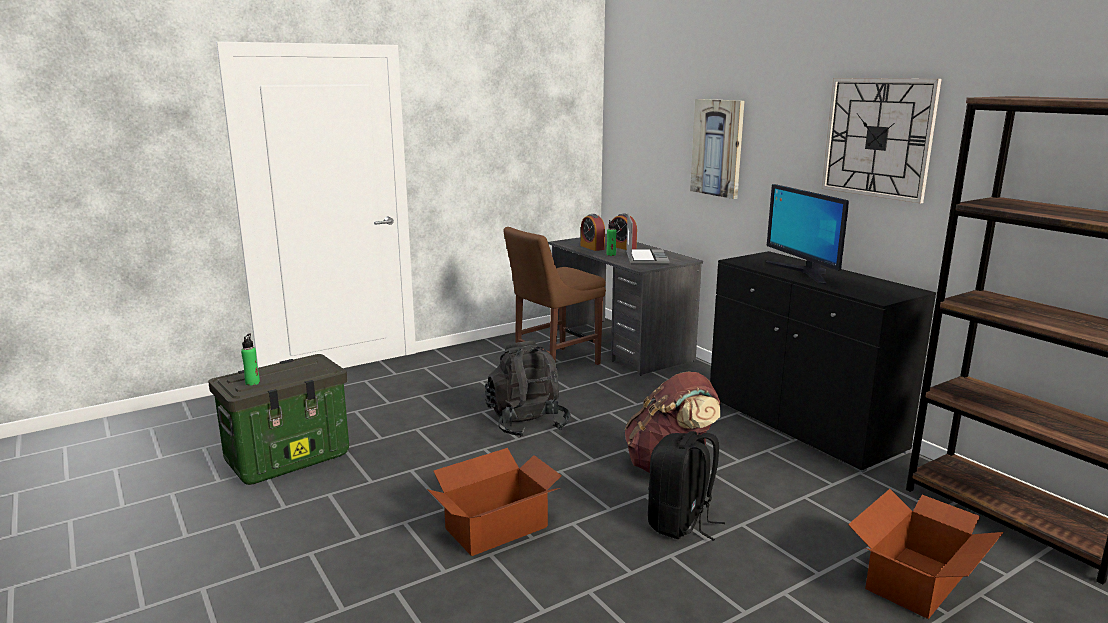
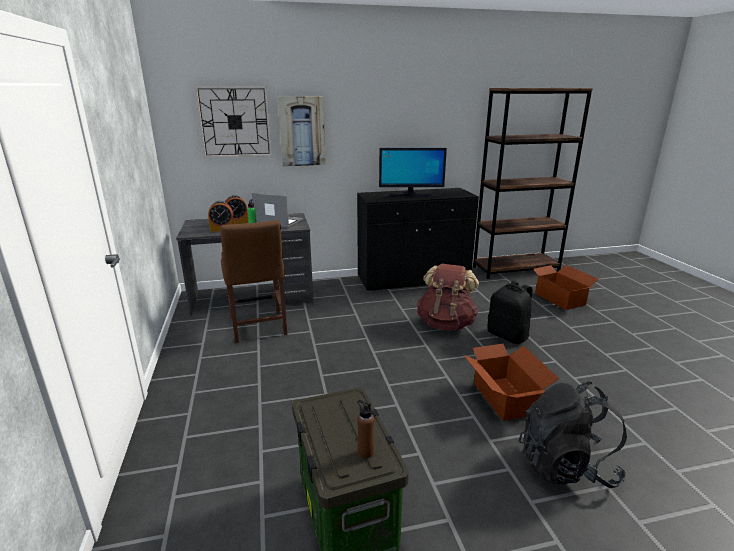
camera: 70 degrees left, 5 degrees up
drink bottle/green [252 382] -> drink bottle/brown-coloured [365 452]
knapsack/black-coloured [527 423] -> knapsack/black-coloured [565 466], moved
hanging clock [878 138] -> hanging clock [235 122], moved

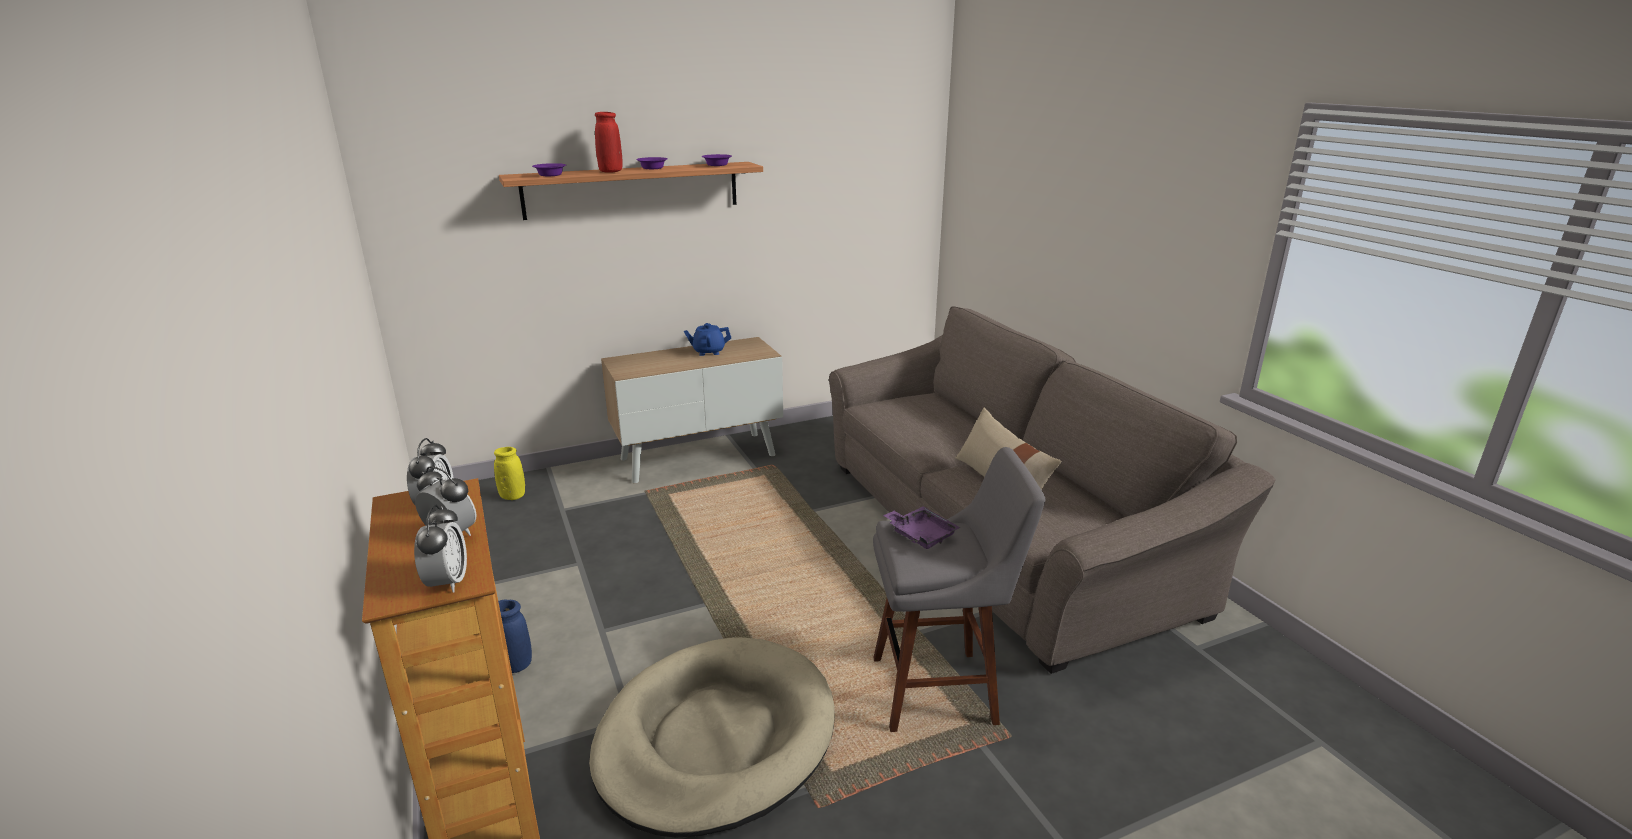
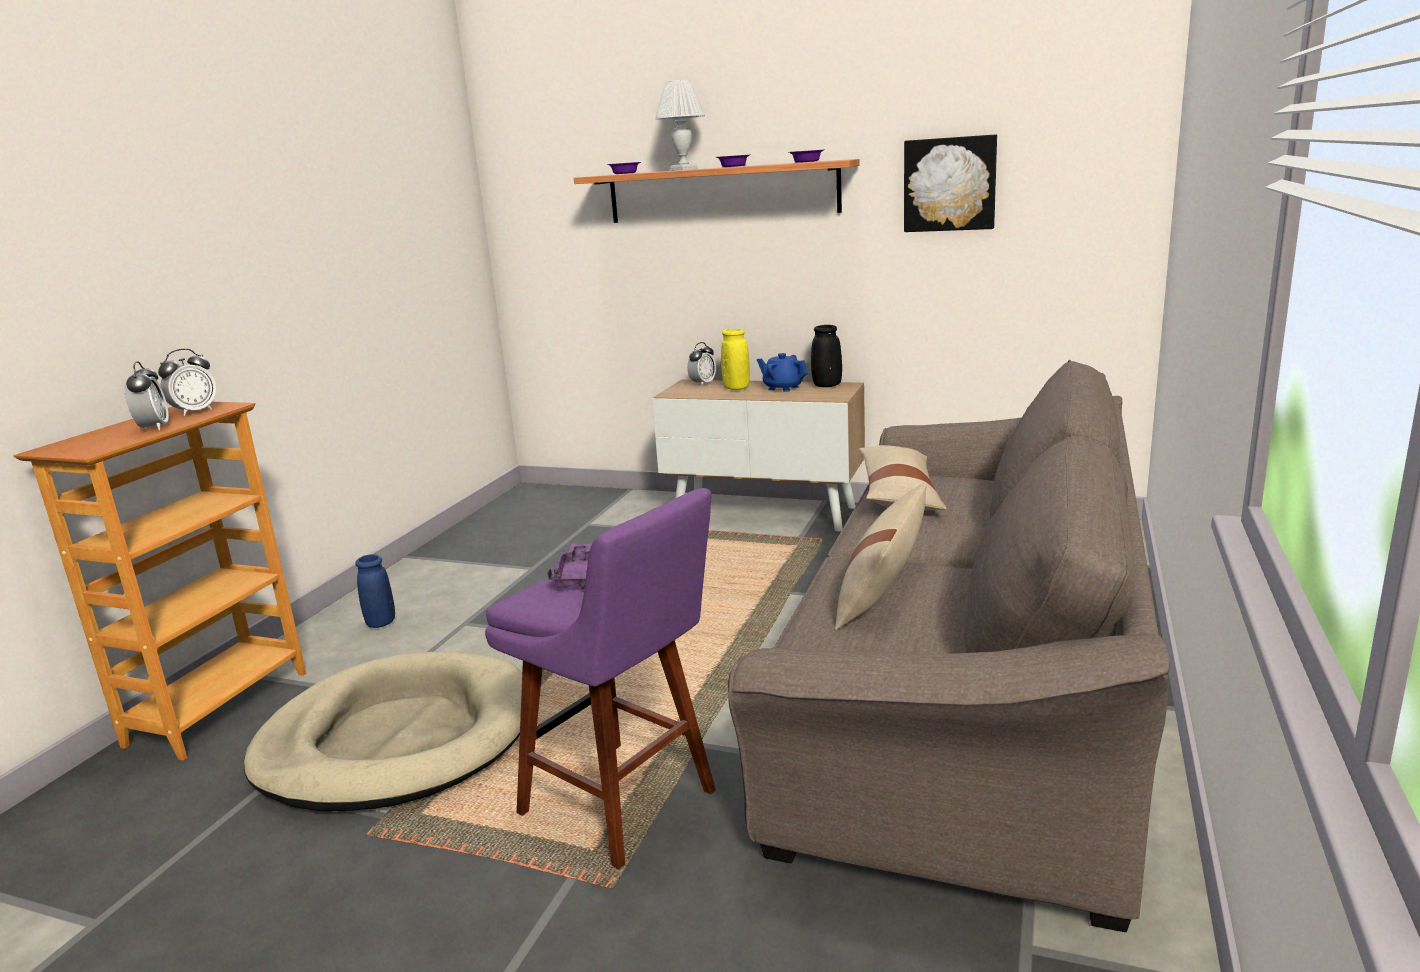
camera: 45 degrees right, 5 degrees down
bedside clock [447 582] -> bedside clock [702 384], moved
vase/yellow [513 496] -> vase/yellow [736 388], moved
vase/red-coloured [611 171] -> lamp for a table/white [684 169]
sitting stool/greyish [941 690] -> sitting stool/purple [624 806]
none -> vase/black-coloured [827 385]
none -> throw pillow/beige [899 494]
none -> picture [949 184]

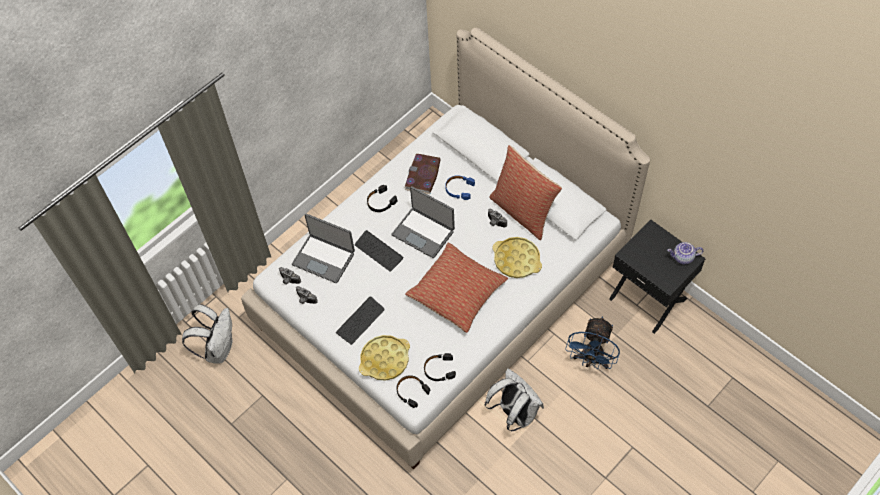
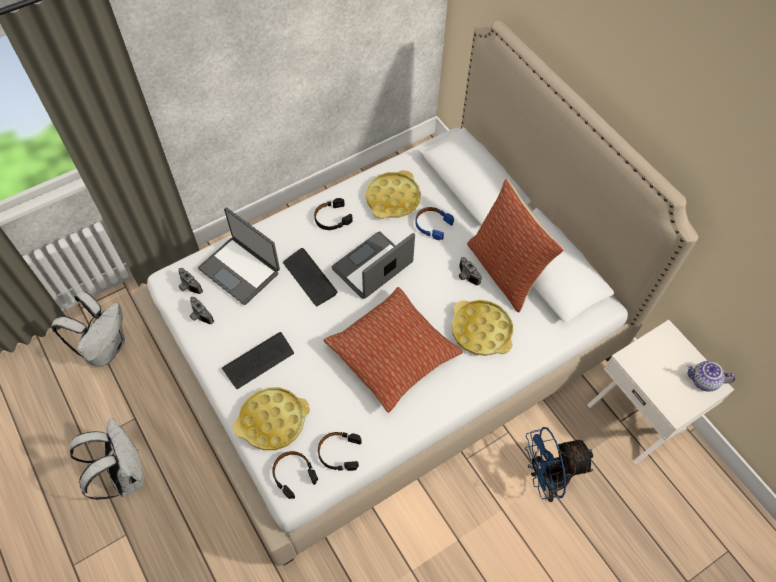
camera: 10 degrees right, 0 degrees up
portable computer [423 232] -> portable computer [373 267], 90 degrees clockwise
volume [423 175] -> carrying tray/yellow [393 198]
knapsack/white [514 413] -> knapsack/white [125 474], moved
fan/blue-coloured [591 360] -> fan/blue-coloured [547 478], 45 degrees clockwise
bedside table/black-coloured [648 298] -> bedside table/white [637 416]

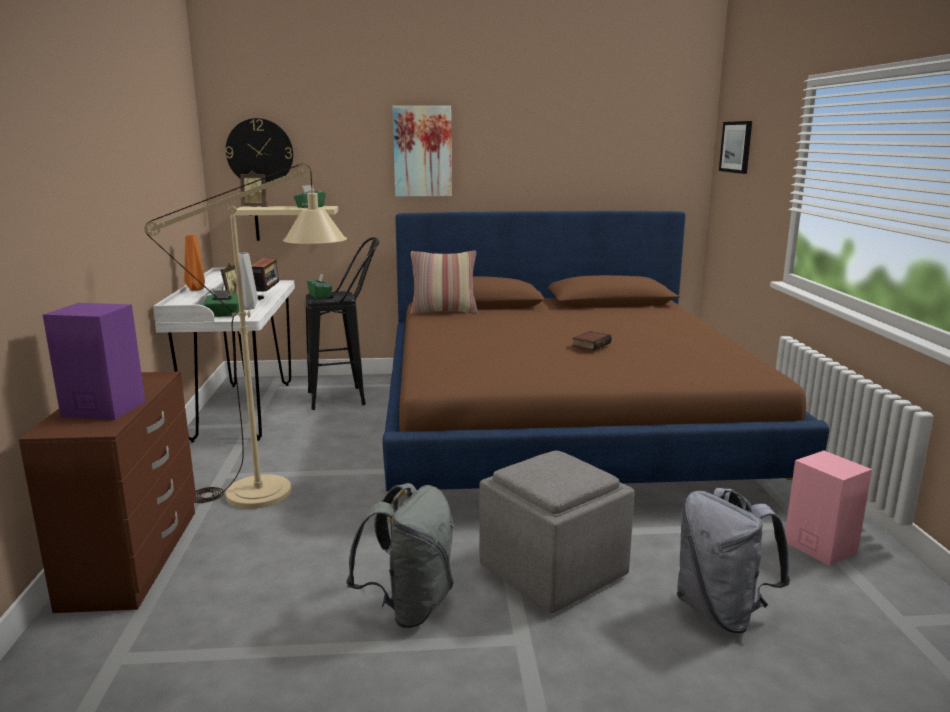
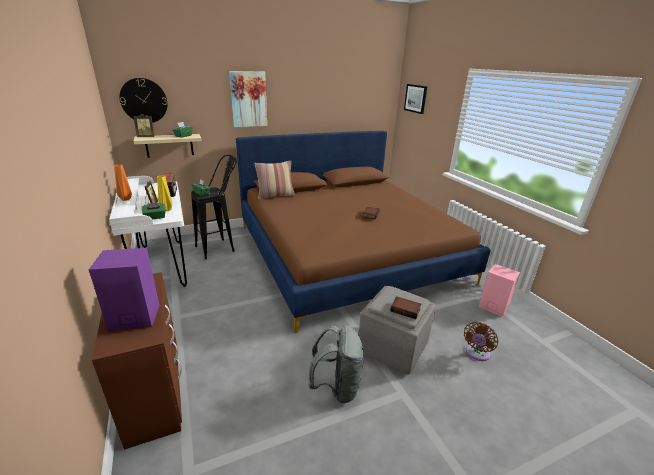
camera: 20 degrees left, 10 degrees up
floor lamp/beige [278 492] -> none
vase/greyish [248 308] -> vase/yellow [167 210]
knapsack/greyish [721 612] -> fan/brown-coloured [476 354]
none -> volume [406 309]

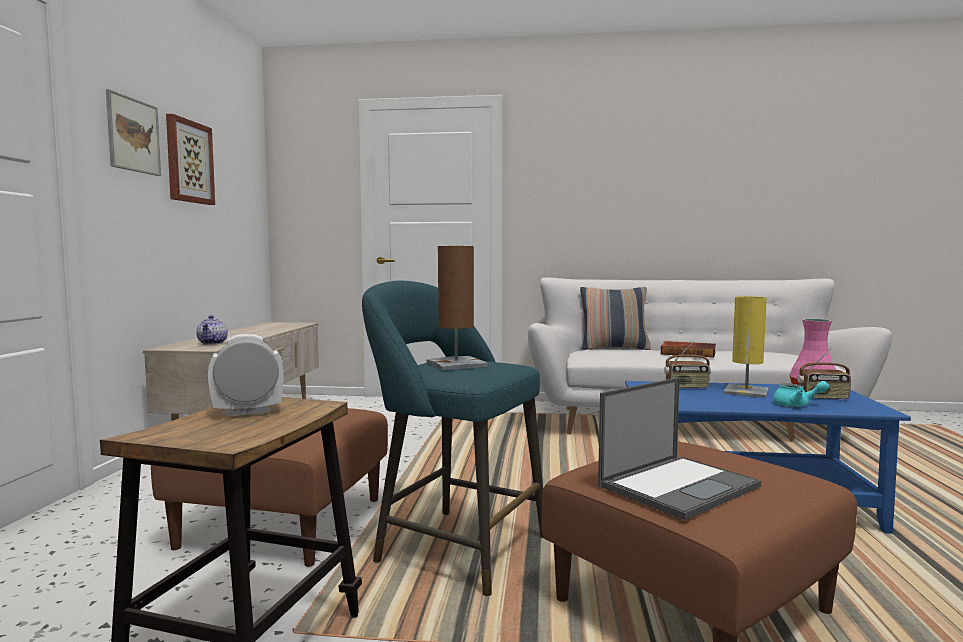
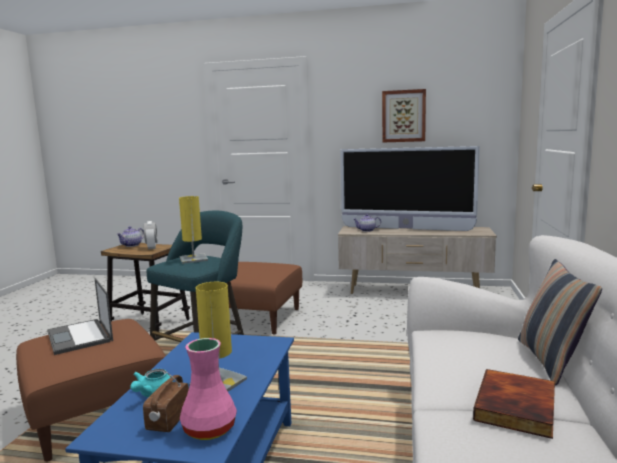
camera: 95 degrees right, 5 degrees up
picture [133 135] -> none
lamp for a table/brown-coloured [456 364] -> lamp for a table/yellow [193 259]
radio receiver [687 387] -> none
none -> teapot [132 245]
none -> TV [406 228]

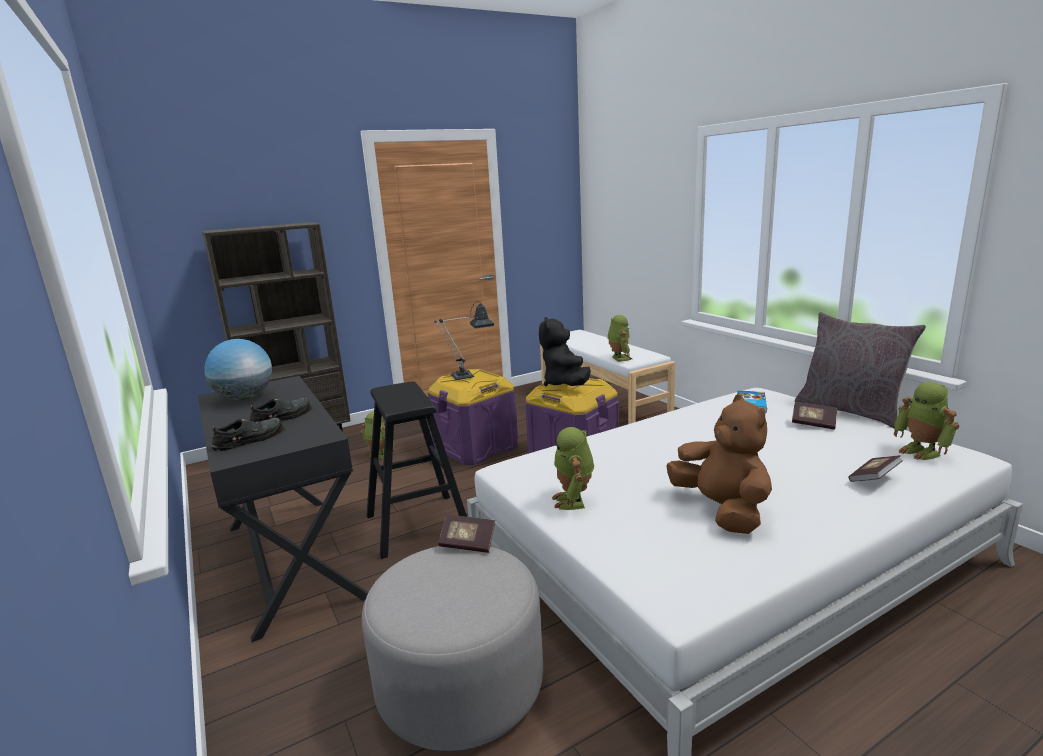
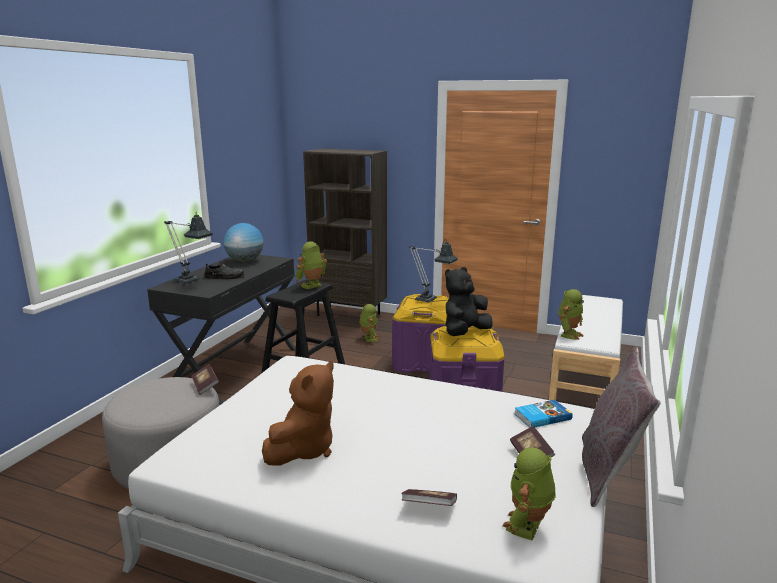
camera: 50 degrees right, 0 degrees up
shoe/black-coloured [250 439] -> lamp for a table [190 281]
model robot [574 501] -> model robot [312 286], moved

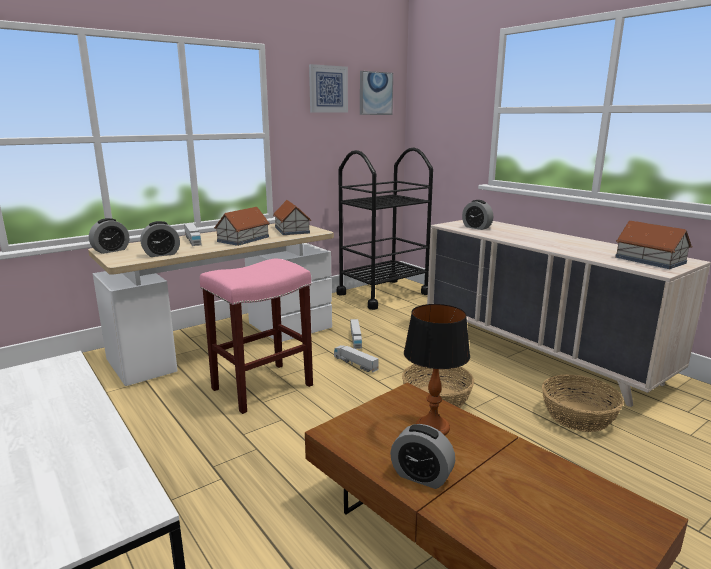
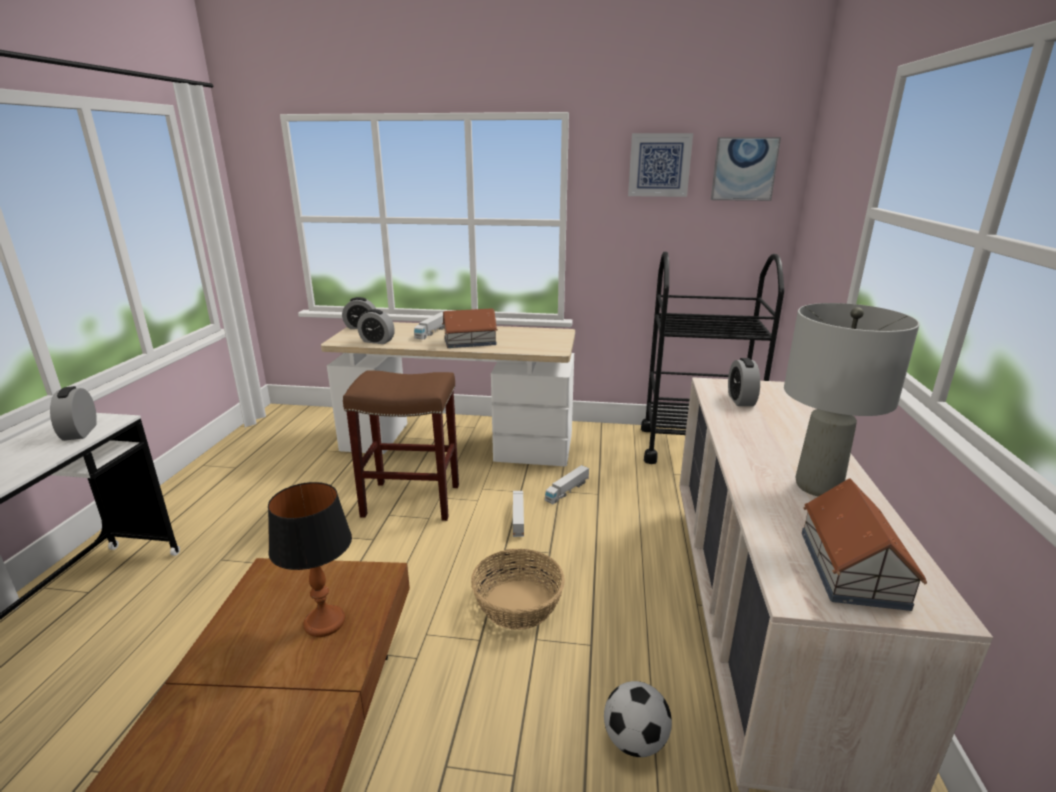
camera: 45 degrees right, 5 degrees up
sitting stool/pinkish [261 388] -> sitting stool/brown-coloured [410 501]
toy house [291 230] -> none
bedside clock [421 476] -> bedside clock [80 432], moved
household basket [578 416] -> football [635 741]
none -> lamp for a table/greyish [817 486]

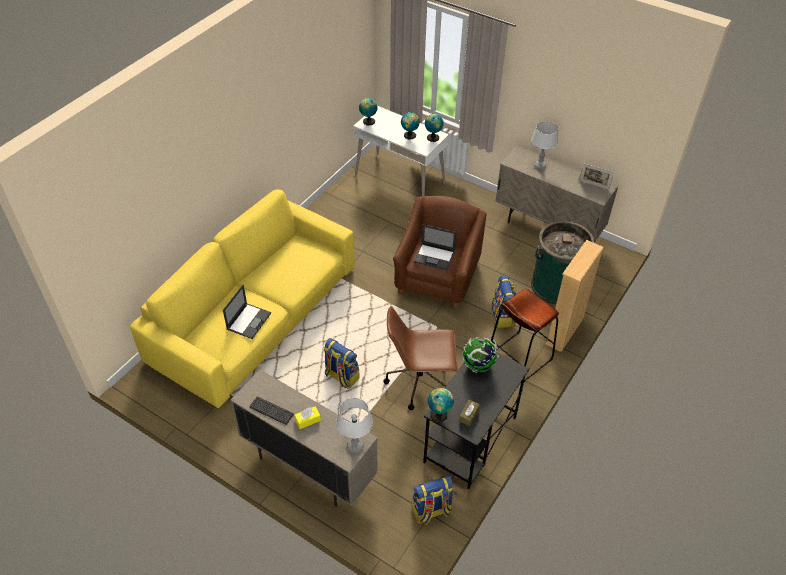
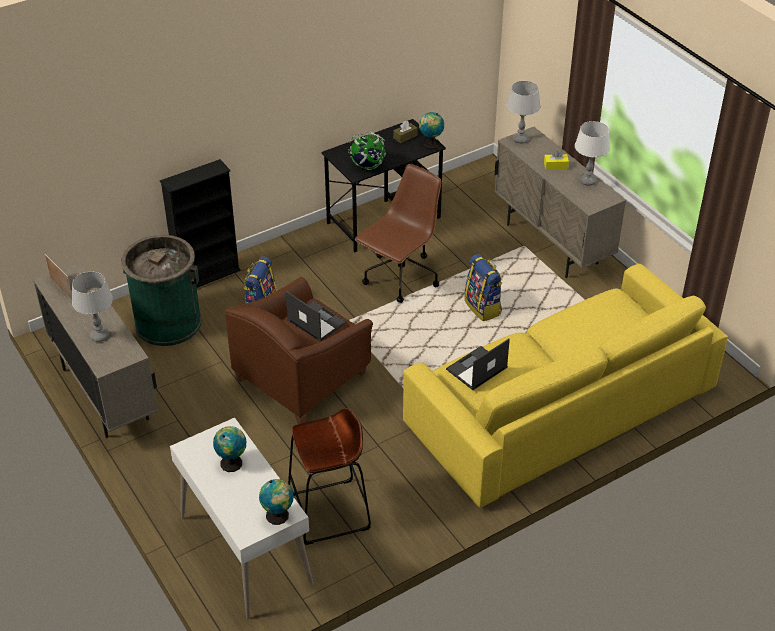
camera: 155 degrees left, 5 degrees down
portable computer [249 321] -> portable computer [476 369], moved
keyboard [271 410] -> lamp for a table/white [588 181]
desk chair/brown-coloured [420 382] -> desk chair/brown-coloured [400 278], 75 degrees counterclockwise
knapsack [431 511] -> none
globe [433 137] -> none
sitting stool/brown-coloured [519 357] -> sitting stool/brown-coloured [329 512], moved
bookcase/beige [564 331] -> bookcase/black-coloured [207 275]

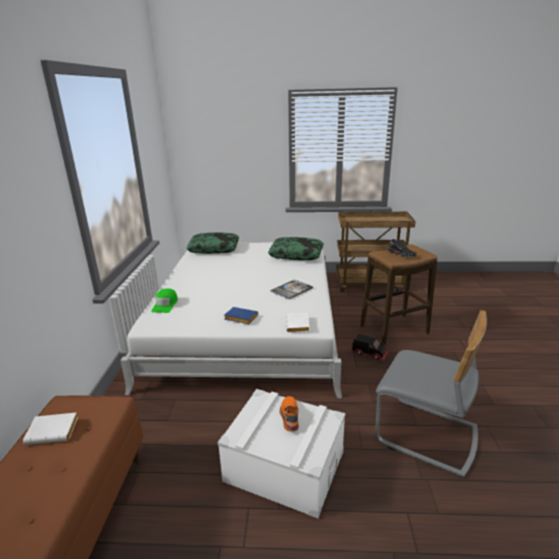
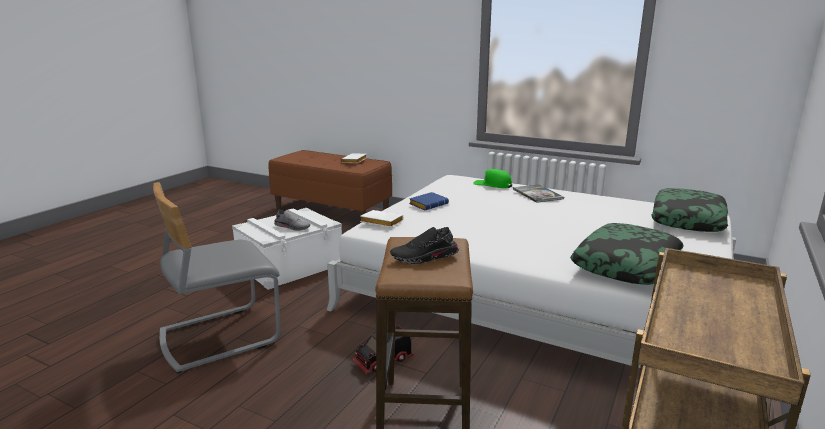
camera: 115 degrees right, 5 degrees down
volume [291 290] -> volume [537 194], moved
shoe/orange-coloured [289 416] -> shoe/greyish [293 227]

